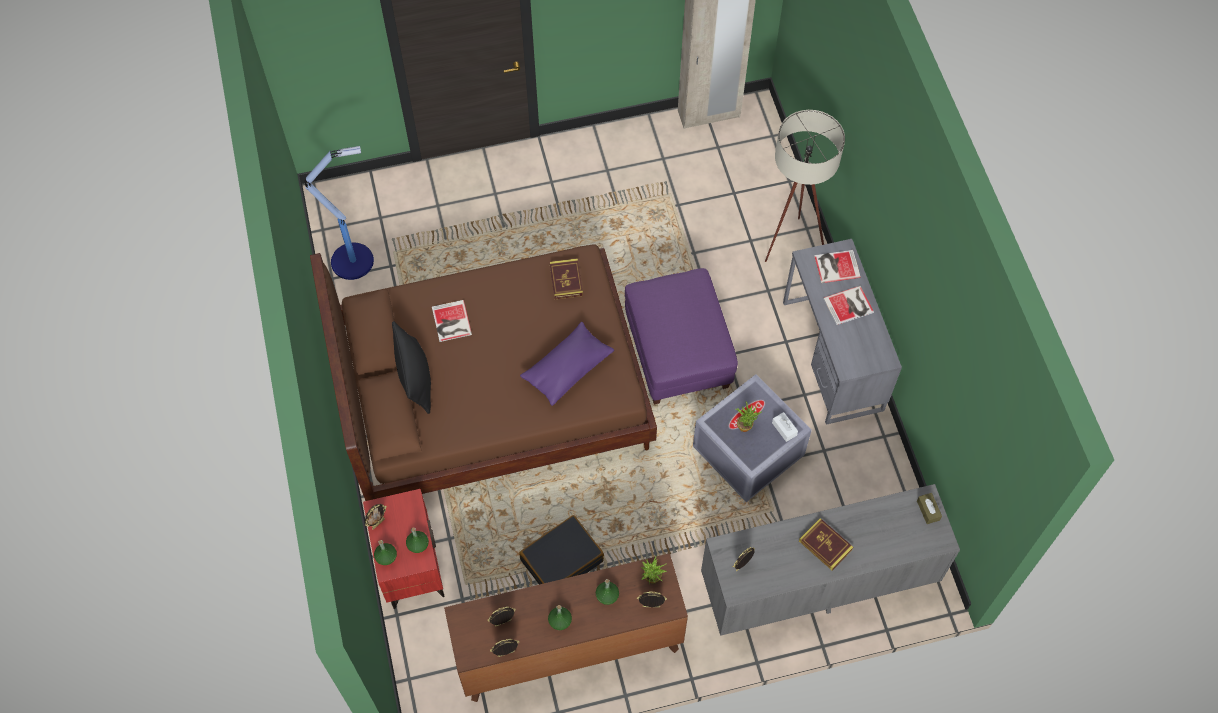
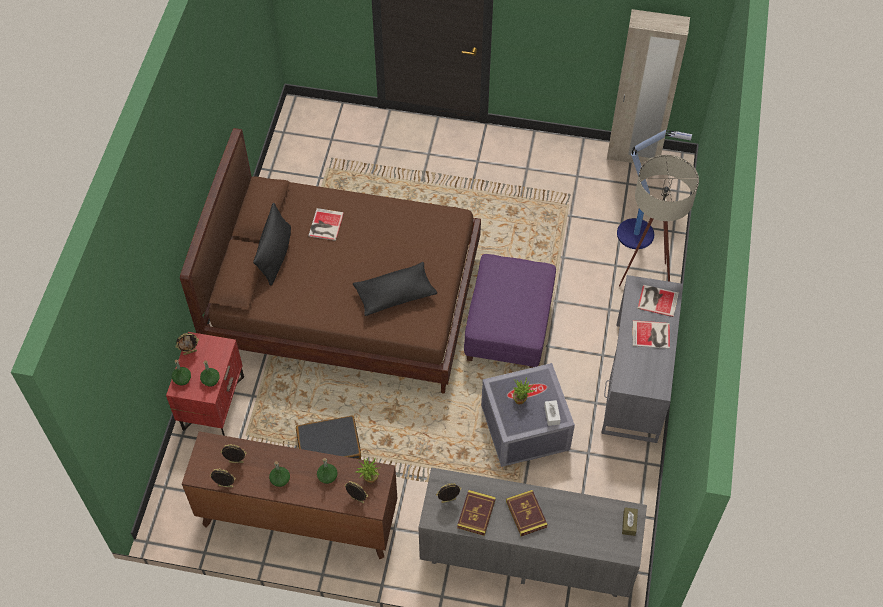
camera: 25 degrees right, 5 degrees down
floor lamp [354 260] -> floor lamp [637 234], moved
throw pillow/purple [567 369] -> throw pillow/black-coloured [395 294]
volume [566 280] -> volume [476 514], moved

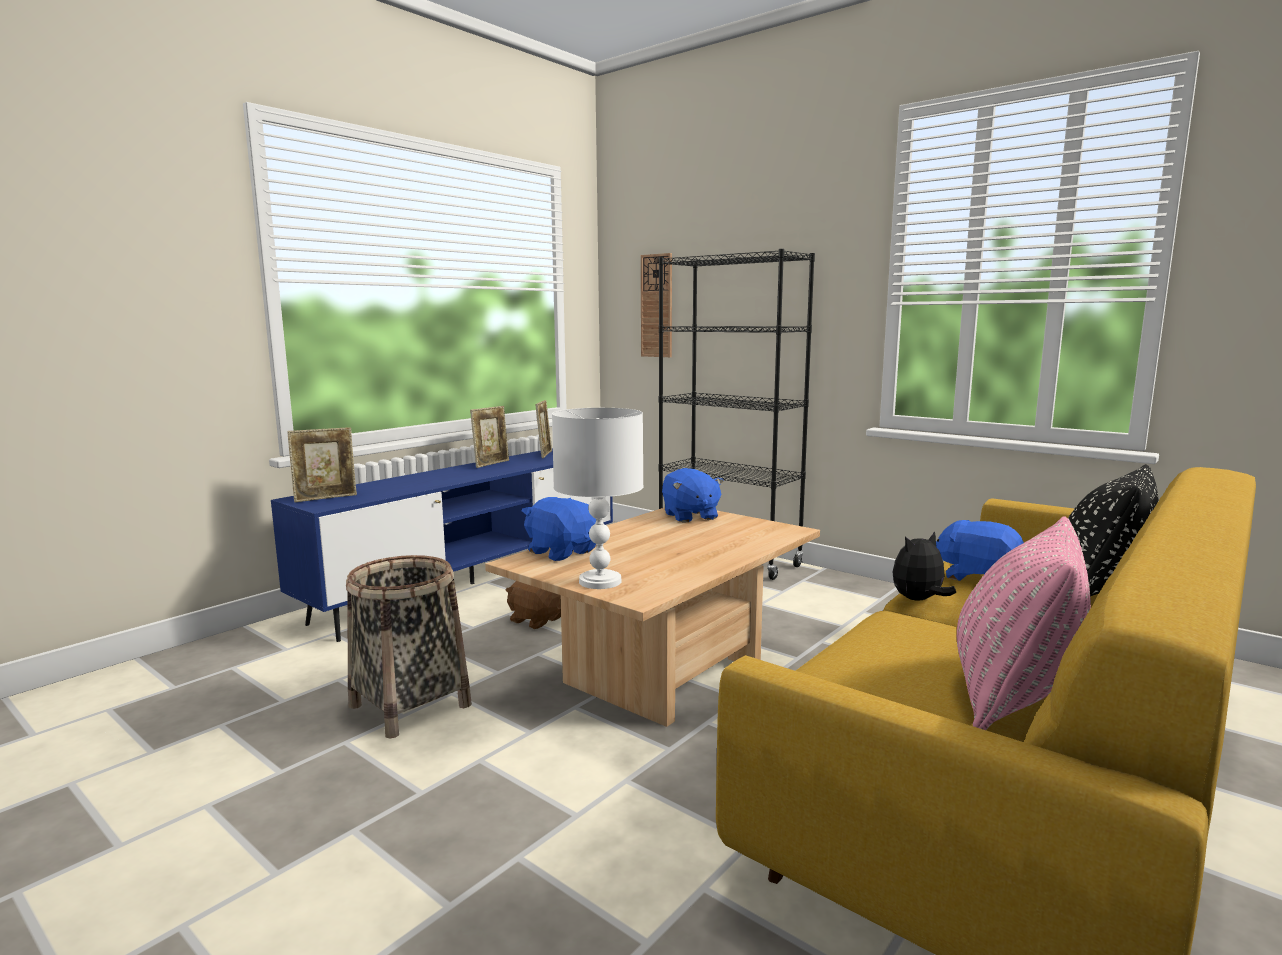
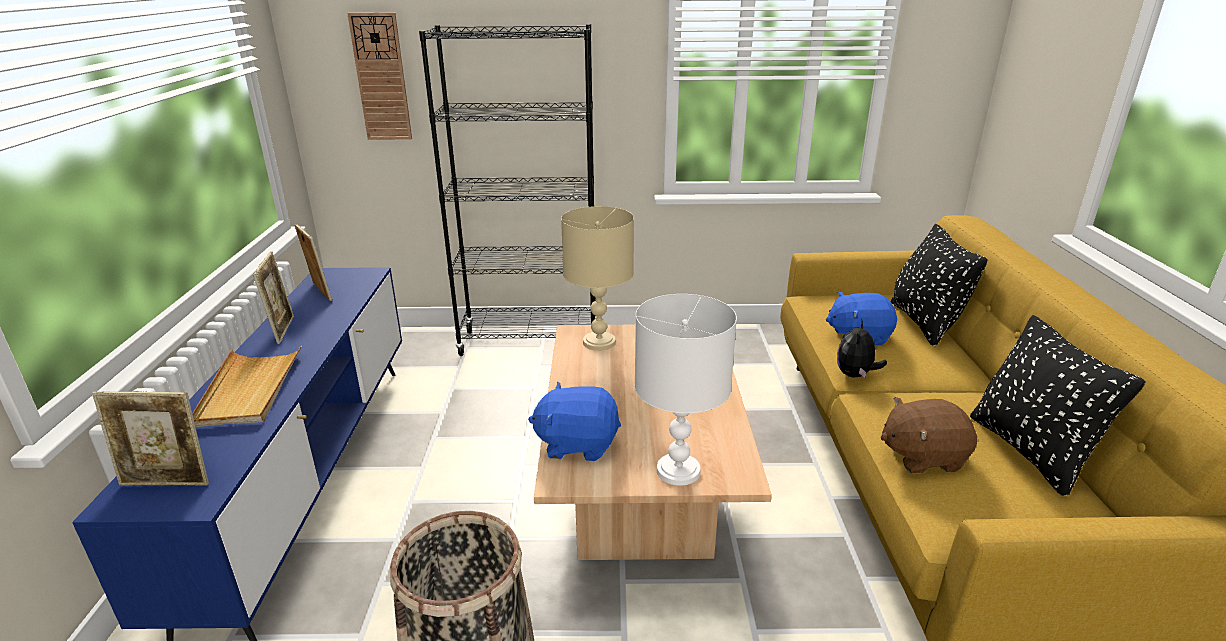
camera: 40 degrees left, 15 degrees up
standing frame [326 498] -> standing frame [167 482], 75 degrees clockwise
plush toy/brown-coloured [537 620] -> plush toy/brown-coloured [922 456], moved
plush toy/blue-coloured [690 516] -> lamp for a table/beige [599 342]
throw pillow/pinkish [1012 695] -> throw pillow/black-coloured [1029 452]
none -> carrying tray/beige [249 389]

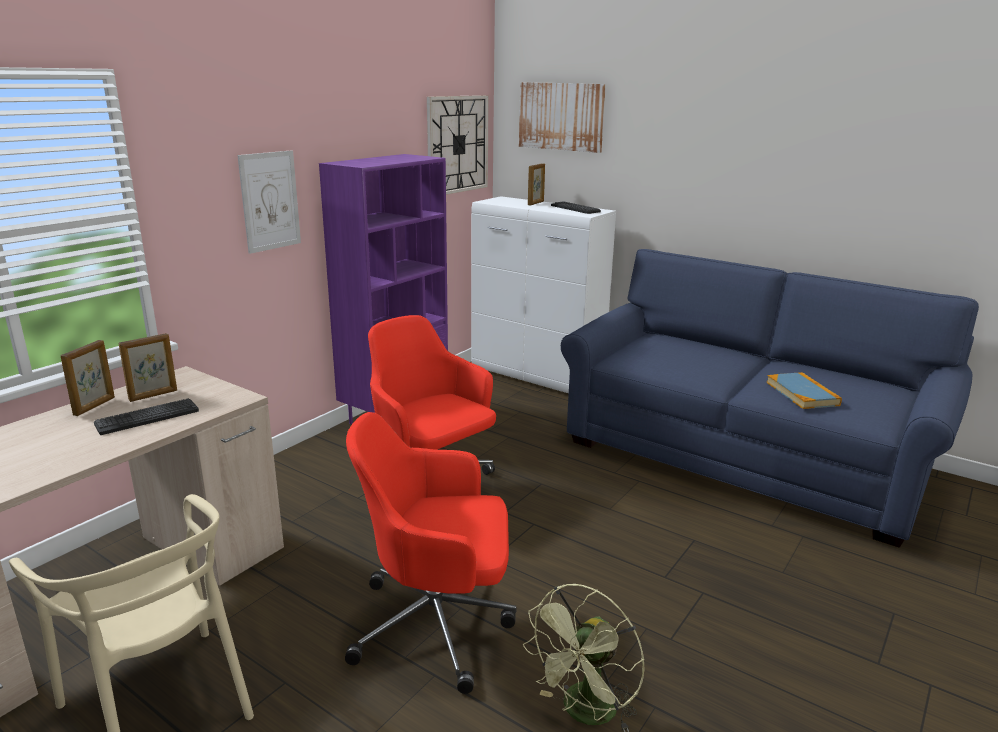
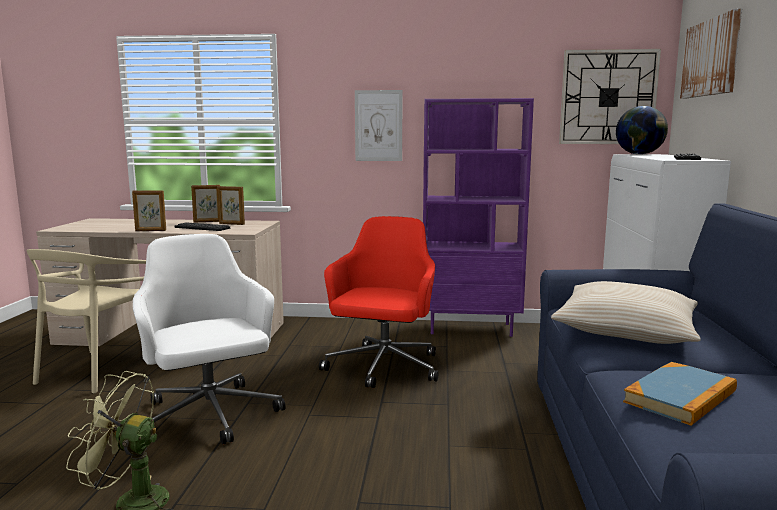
camera: 60 degrees right, 10 degrees down
desk chair/red-coloured [437 624] -> desk chair/white [209 417]
standing frame [536 203] -> standing frame [150 230], moved
none -> throw pillow/beige [626 329]
none -> globe [639 154]

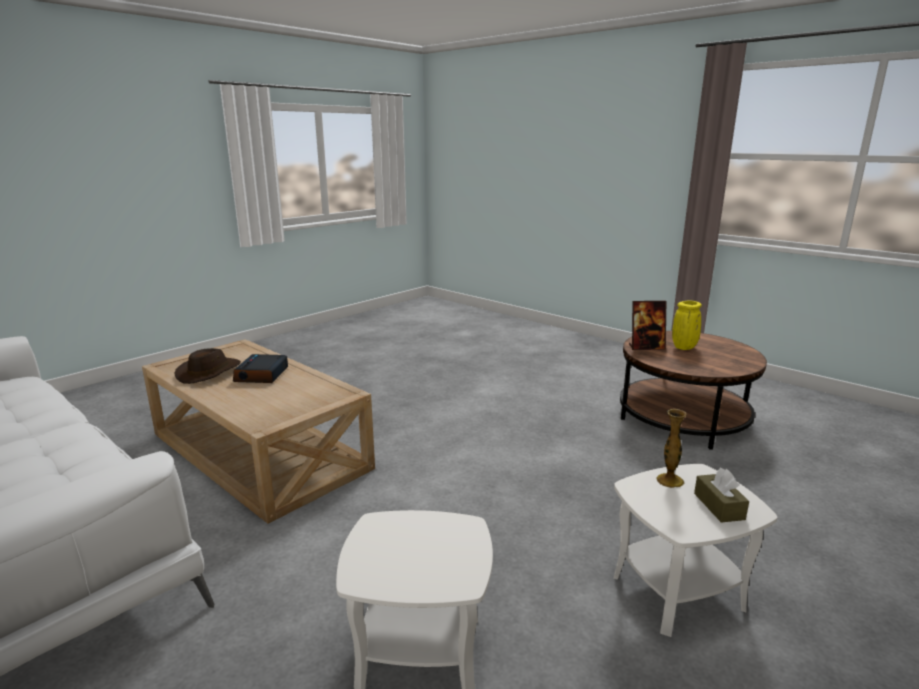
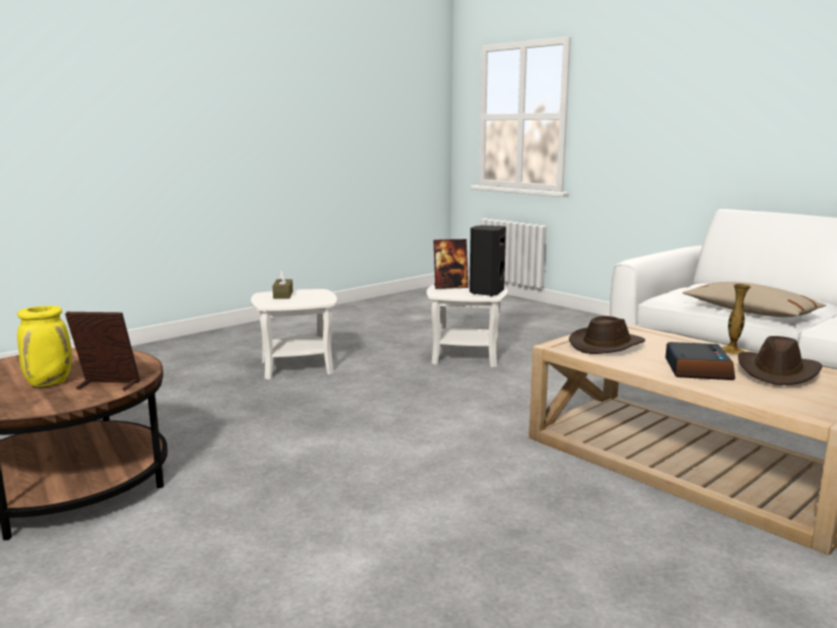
camera: 175 degrees left, 5 degrees down
vase [670 480] -> vase [731 351], moved
none -> standing frame [450 287]
none -> audio speaker/black-coloured [486 292]
none -> hat/brown-coloured [607 345]
none -> throw pillow/beige [750 312]

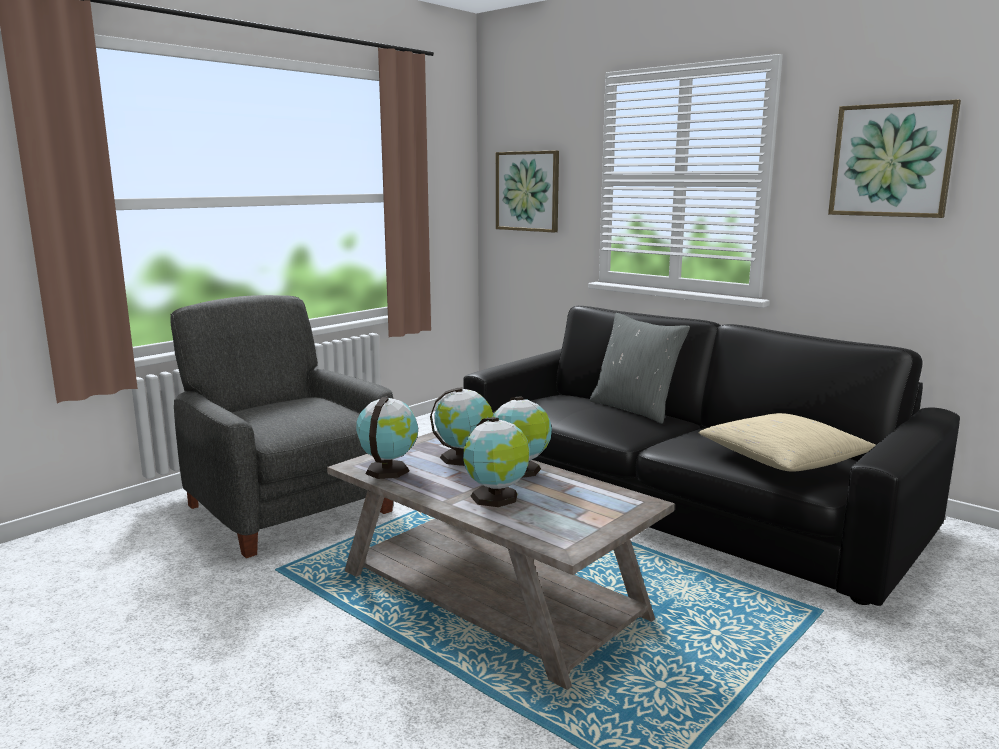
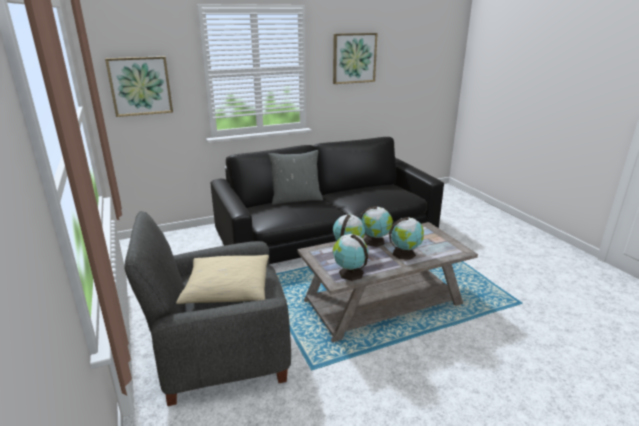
camera: 65 degrees left, 10 degrees up
throw pillow/beige [783 459] -> throw pillow/beige [227 289], moved

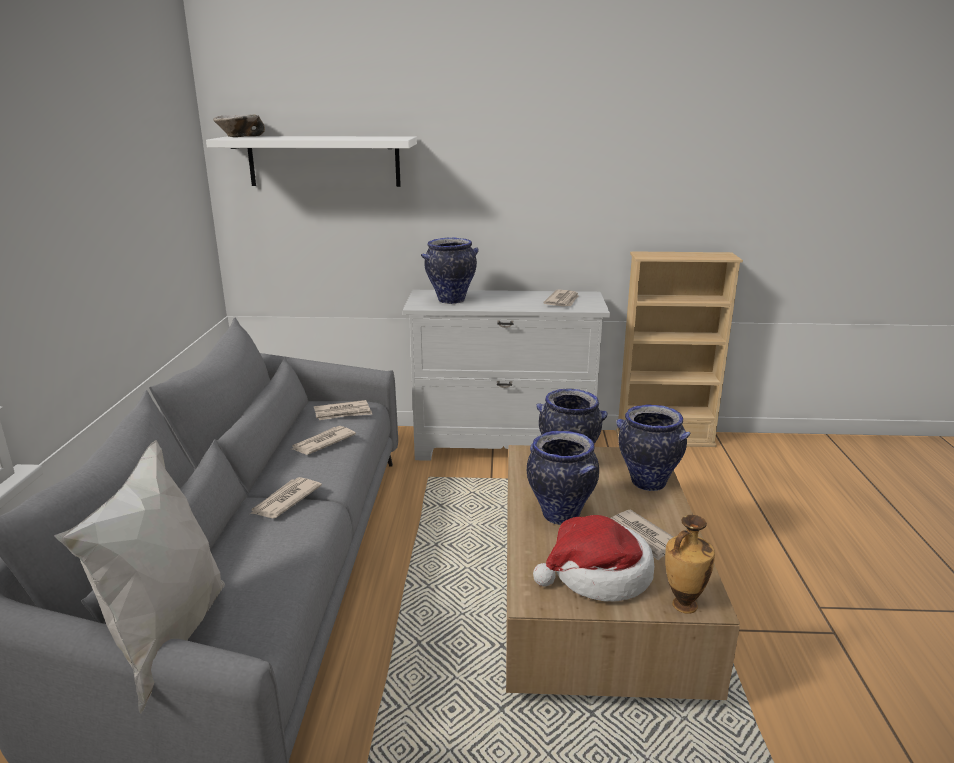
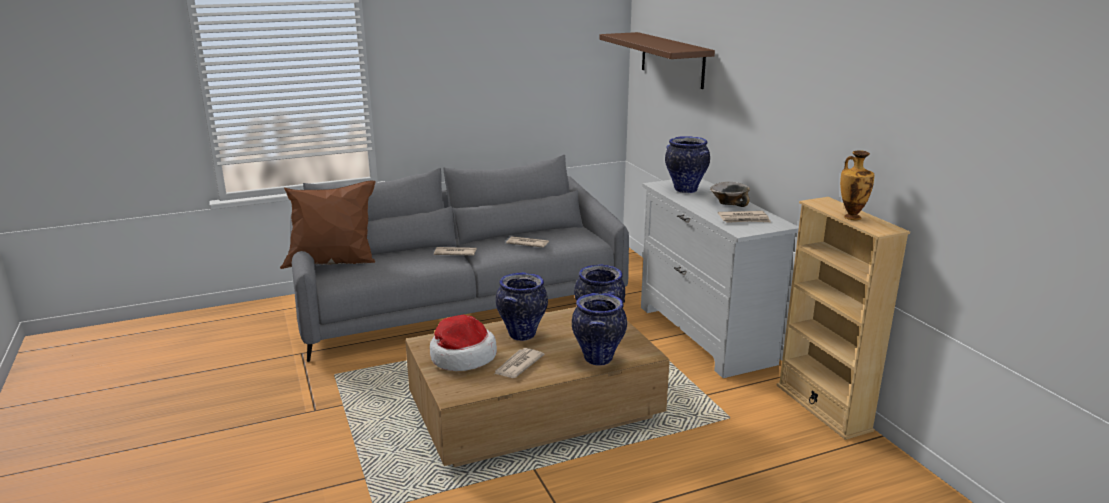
camera: 65 degrees right, 0 degrees up
throw pillow/white [168 637] -> throw pillow/brown-coloured [333 264]
wall shelf/white [324 161] -> wall shelf/brown-coloured [672 59]
deep dish [238 136] -> deep dish [728 203], moved
daily paper [343 413] -> none
vase [682 605] -> vase [851 217], moved

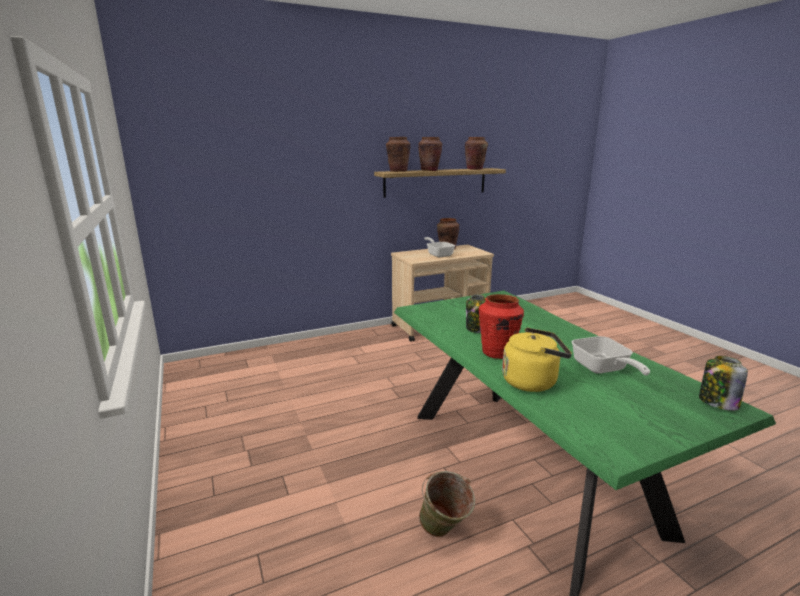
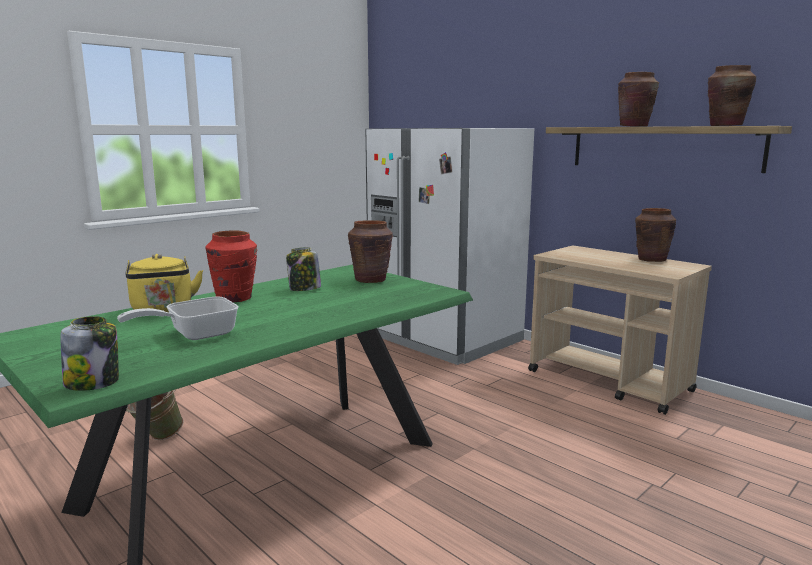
camera: 70 degrees right, 5 degrees down
vase/brown-coloured [398 171] -> vase/brown-coloured [370 280], moved
frying pan [438 254] -> none
none -> refrigerator/white [445 338]

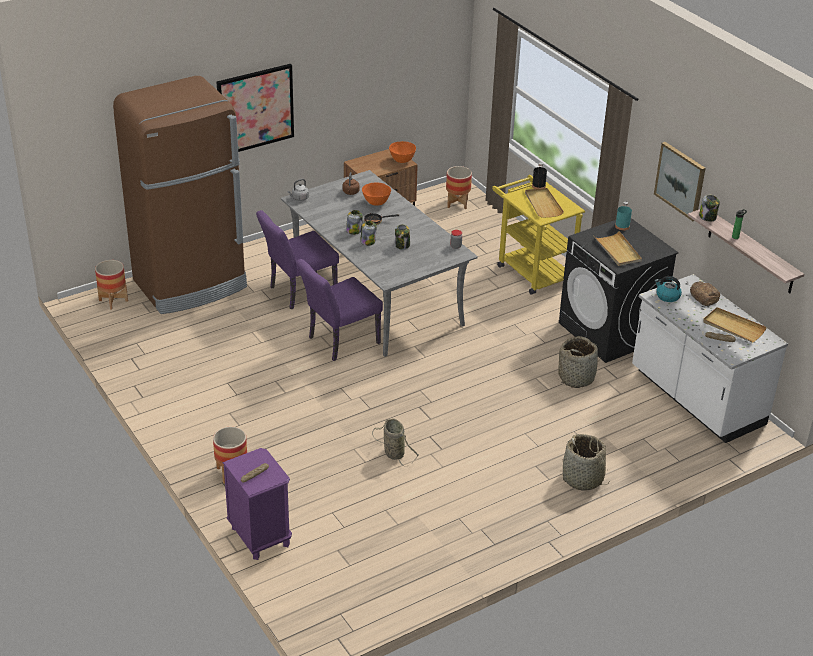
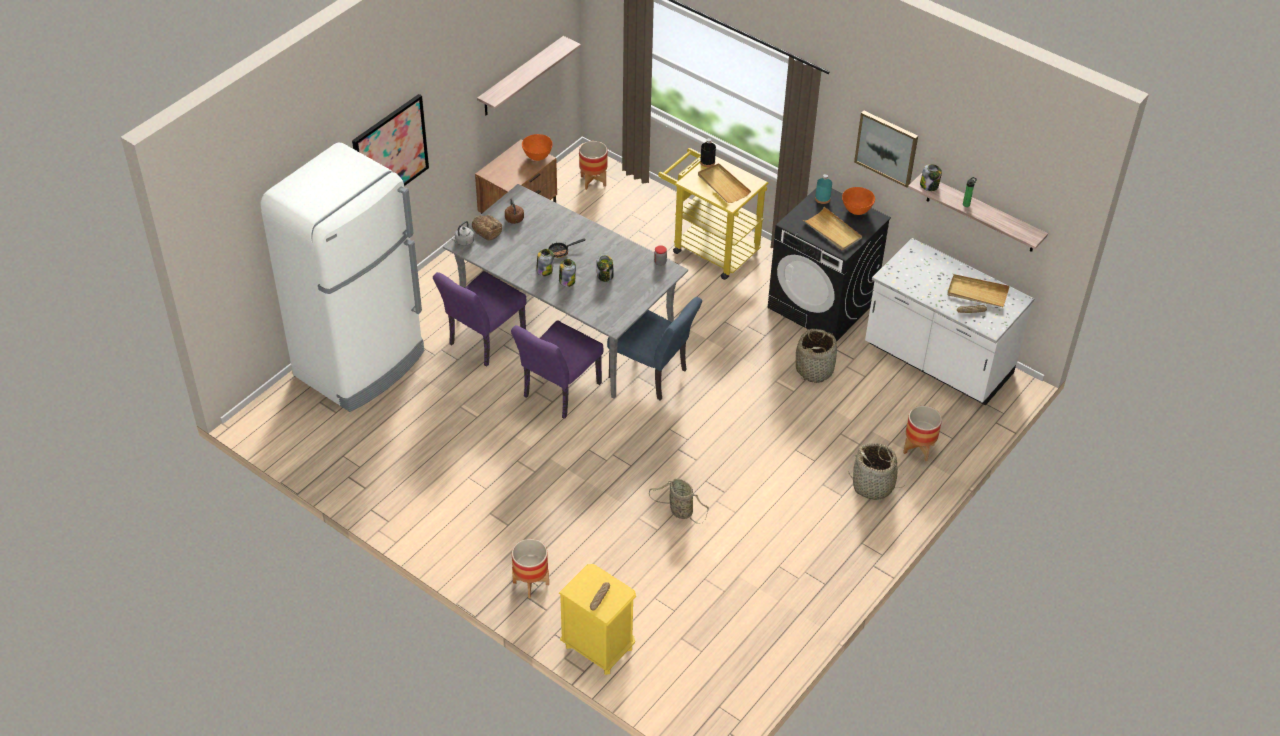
camera: 20 degrees left, 10 degrees up
planter [113 301] -> planter [919 449], moved
refrigerator/brown-coloured [191 284] -> refrigerator/white [361 364]
bedside table/purple [260 536] -> bedside table/yellow [598 647]
deep dish/orange-coloured [376 203] -> deep dish/orange-coloured [856 210], moved
water kettle [667 296] -> none
baked bread [704 296] -> baked bread [487 230], moved
none -> wall shelf [521 77]
none -> plain chair/blue-coloured [653 376]

